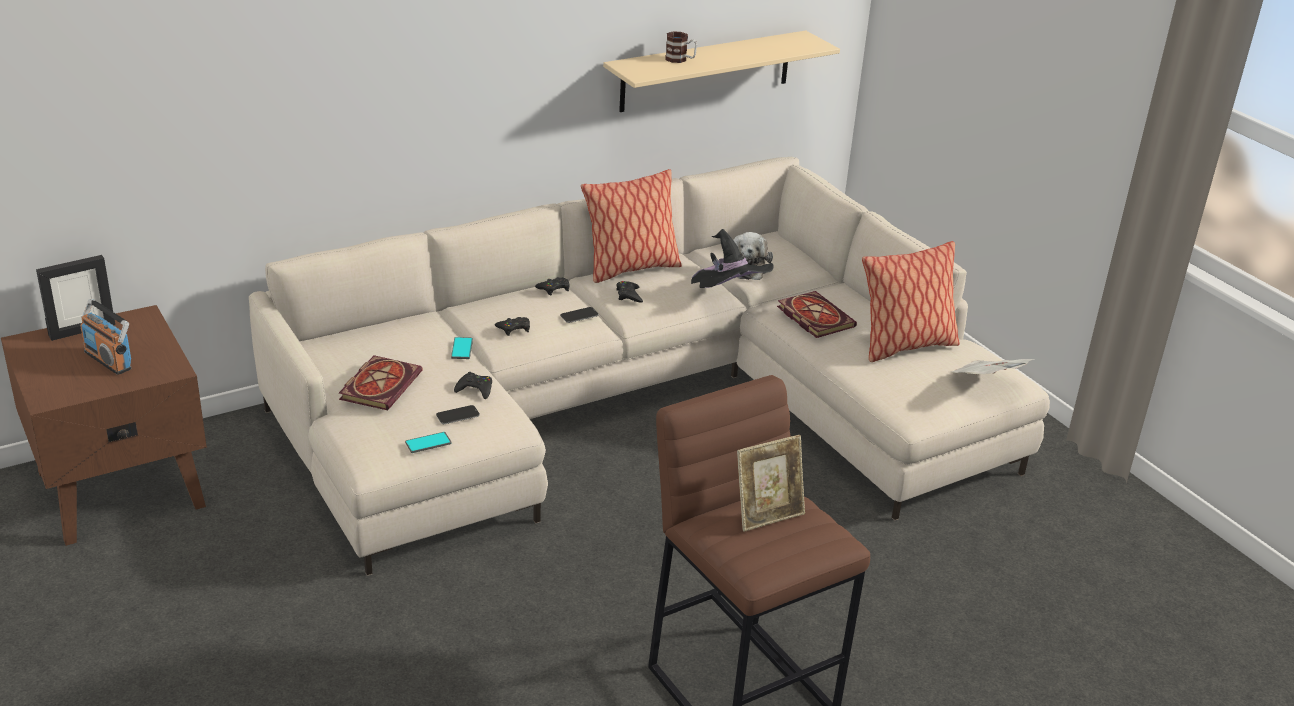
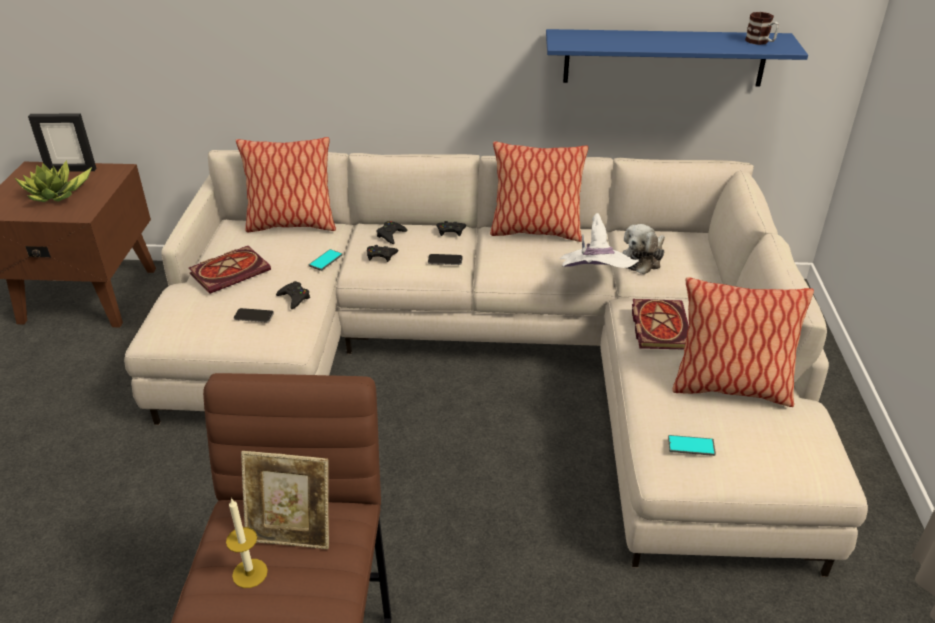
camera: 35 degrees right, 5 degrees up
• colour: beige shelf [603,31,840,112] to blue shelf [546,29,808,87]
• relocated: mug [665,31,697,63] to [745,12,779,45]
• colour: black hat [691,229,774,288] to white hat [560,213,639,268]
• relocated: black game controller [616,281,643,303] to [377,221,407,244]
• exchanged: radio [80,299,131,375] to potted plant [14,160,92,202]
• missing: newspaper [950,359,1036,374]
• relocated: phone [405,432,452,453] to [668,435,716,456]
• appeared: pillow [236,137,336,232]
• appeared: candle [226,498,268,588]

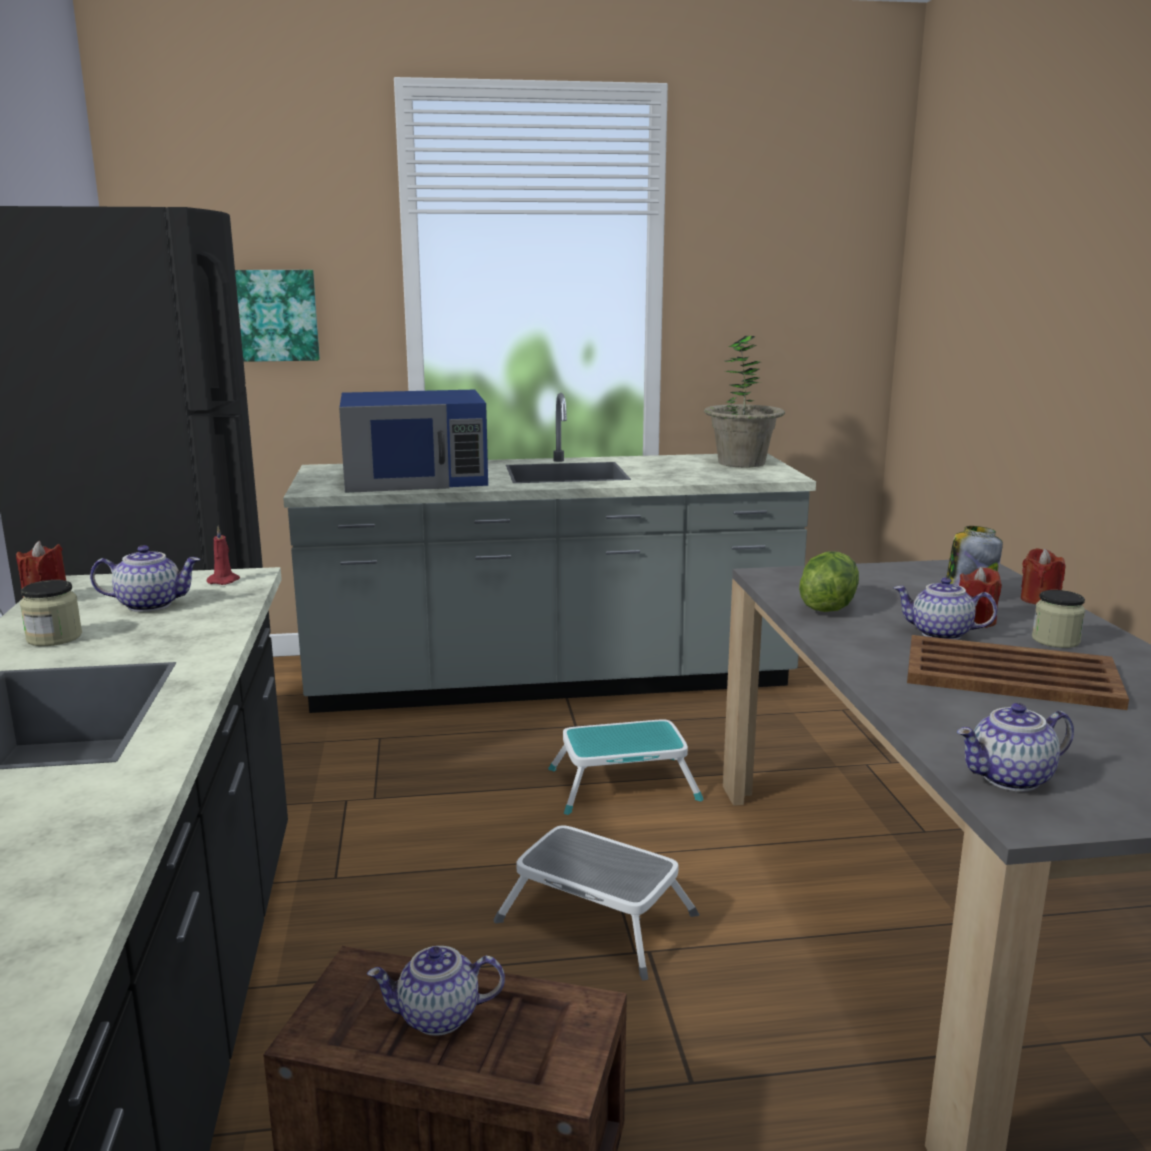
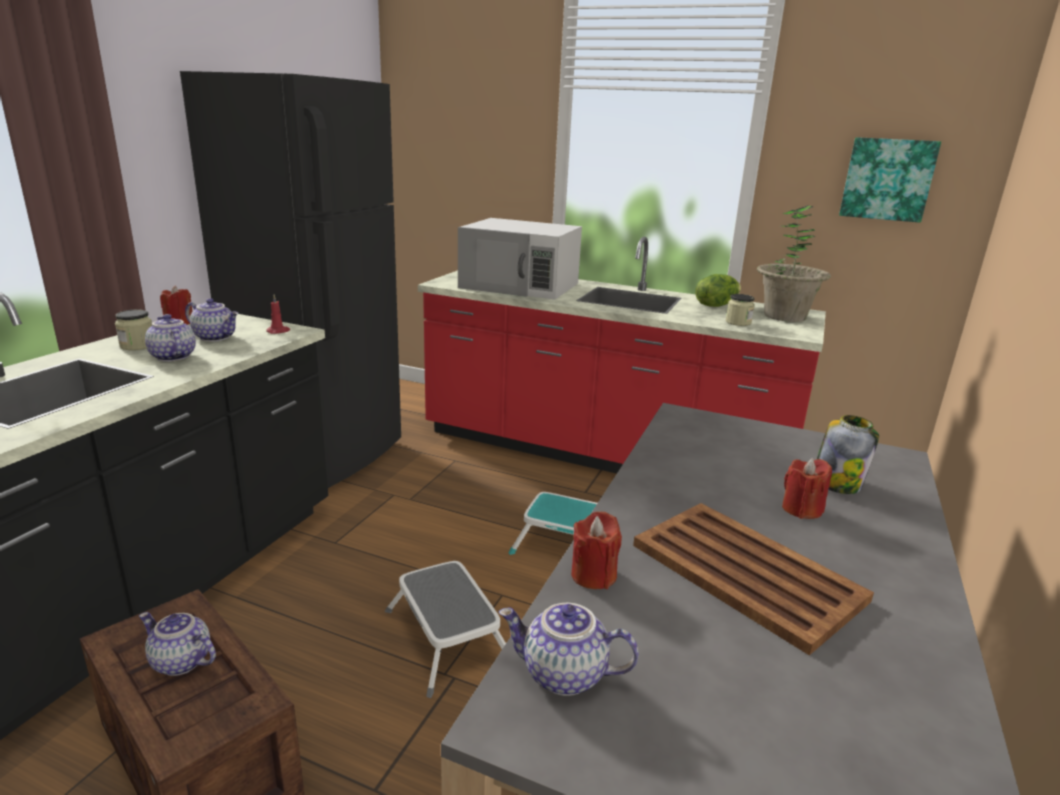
camera: 30 degrees right, 5 degrees up
• relocated: picture [235,270,320,362] to [839,137,941,223]
• colour: blue microwave [339,390,488,493] to white microwave [458,218,582,300]
• colour: grey counter [283,393,816,713] to red counter [418,237,826,474]
• relocated: red candle [1021,548,1066,605] to [571,511,622,589]
• relocated: lettuce [799,551,859,612] to [695,274,741,307]
• relocated: teapot [893,578,997,640] to [145,314,196,362]
• relocated: jar [1032,590,1086,648] to [726,294,755,326]

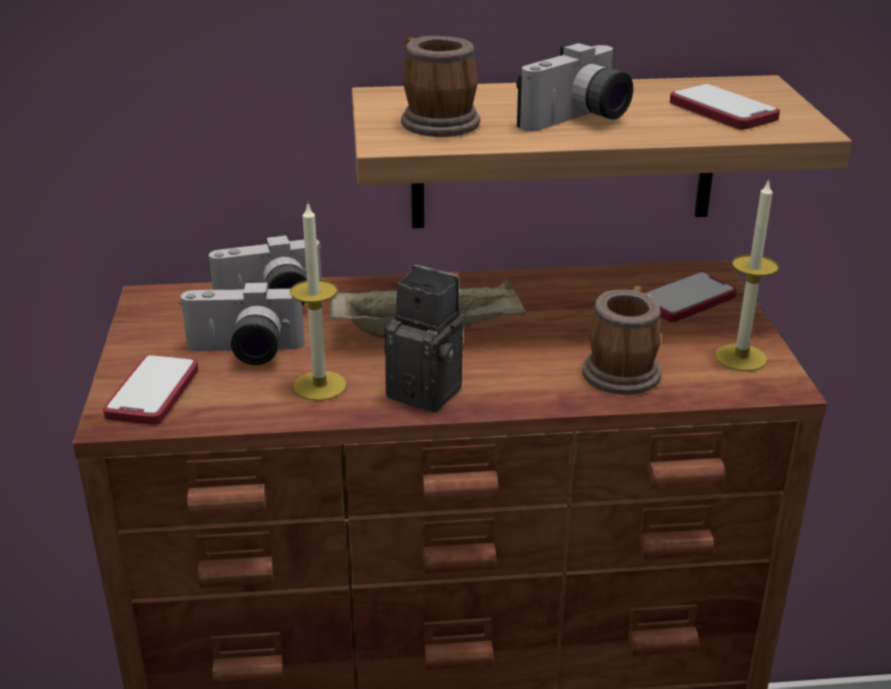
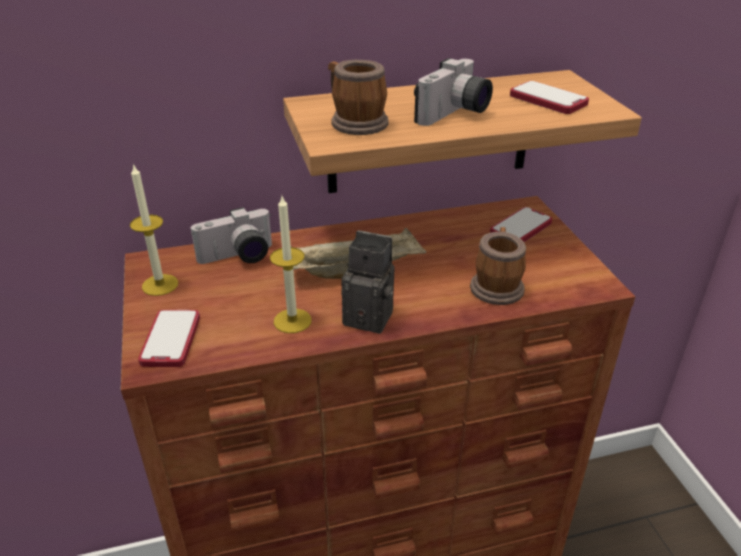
camera: 10 degrees left, 5 degrees up
• relocated: candle [715,179,779,371] to [130,163,178,296]
• missing: photo camera [179,281,305,365]

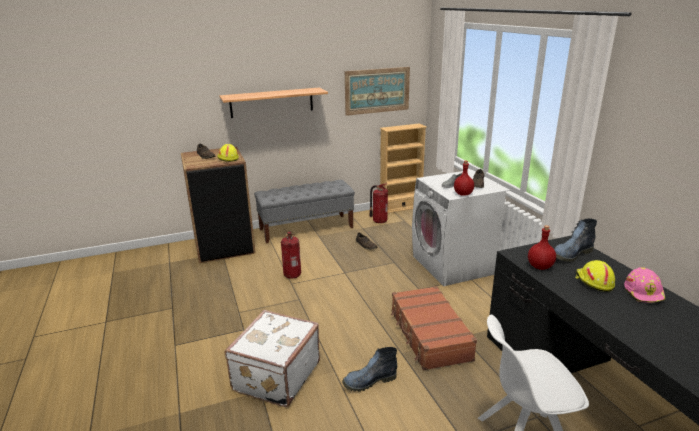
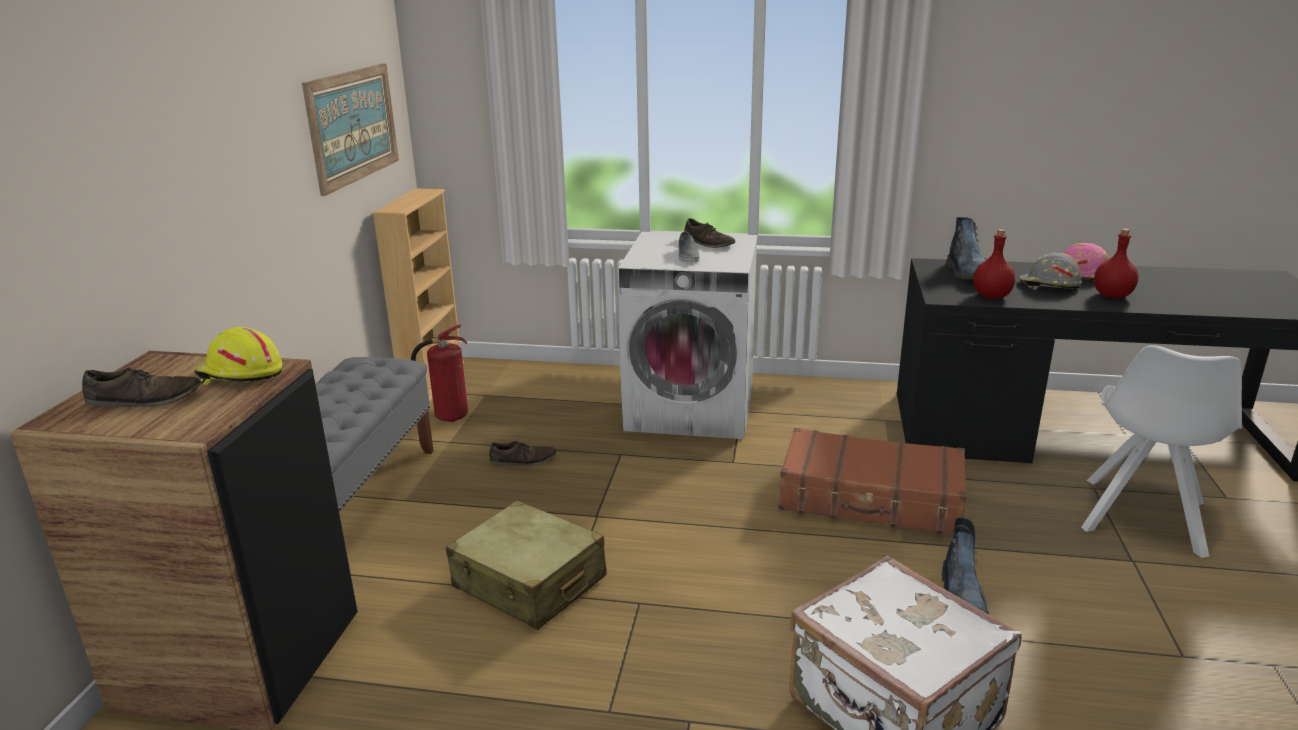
camera: 60 degrees left, 0 degrees up
• missing: shelf [219,87,328,118]
• relocated: red bottle [454,161,474,196] to [1094,229,1138,298]
• exchanged: fire extinguisher [281,231,301,279] to beige suitcase [446,501,607,630]
• colour: yellow hard hat [575,260,615,292] to grey hard hat [1019,253,1082,290]

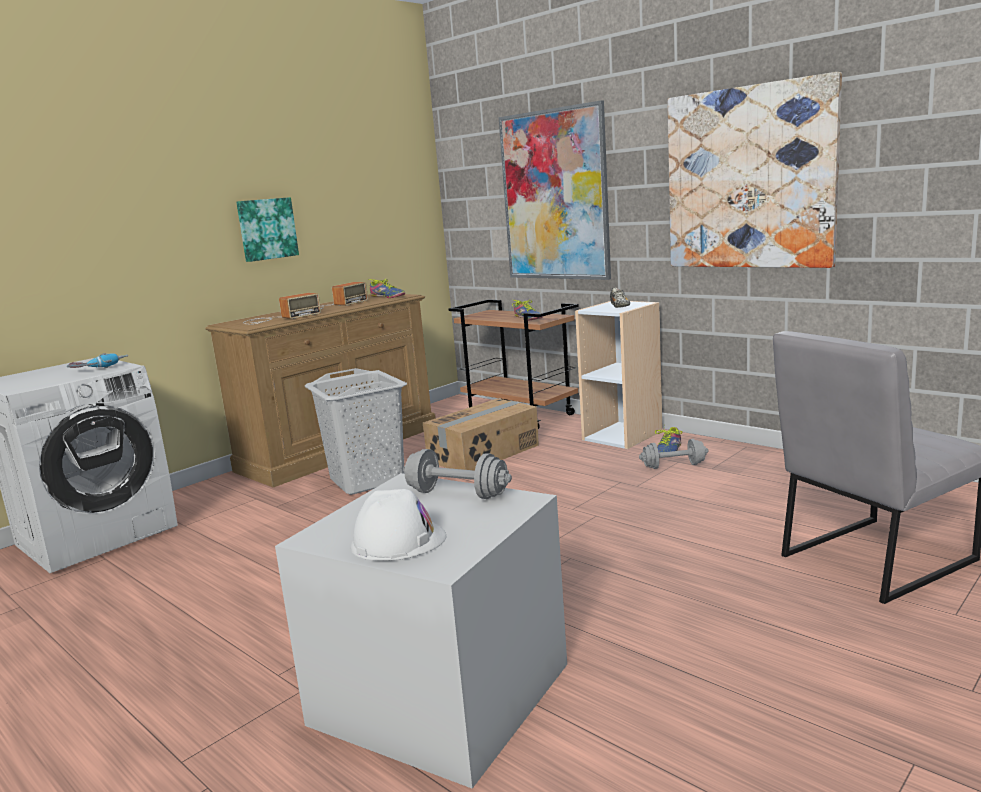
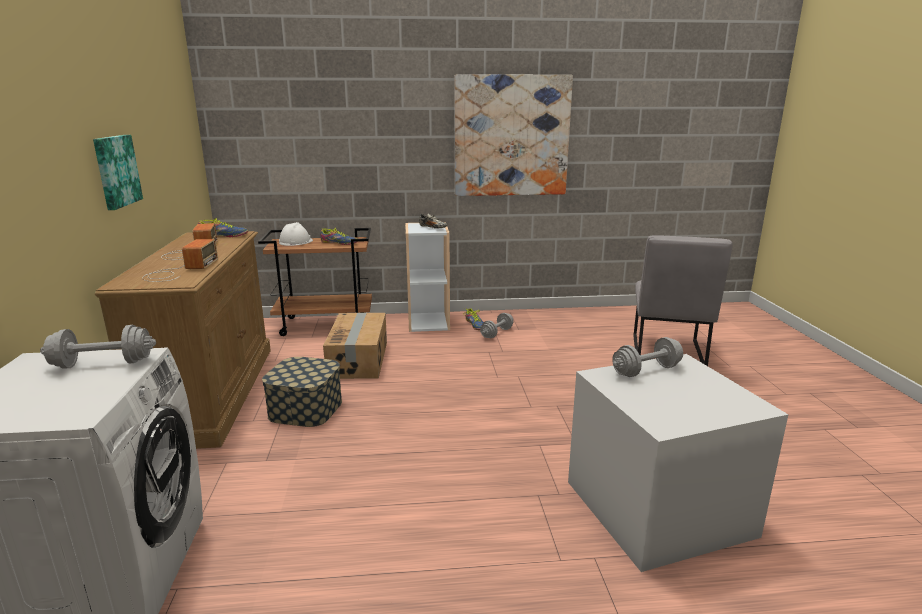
camera: 50 degrees left, 5 degrees up
• missing: picture [499,100,611,280]
• exchanged: power drill [67,353,128,368] to grey dumbbell [40,325,156,369]
• exchanged: grey laundry basket [305,368,407,495] to storage box [262,357,342,427]
• relocated: white hard hat [351,489,447,561] to [279,222,313,246]

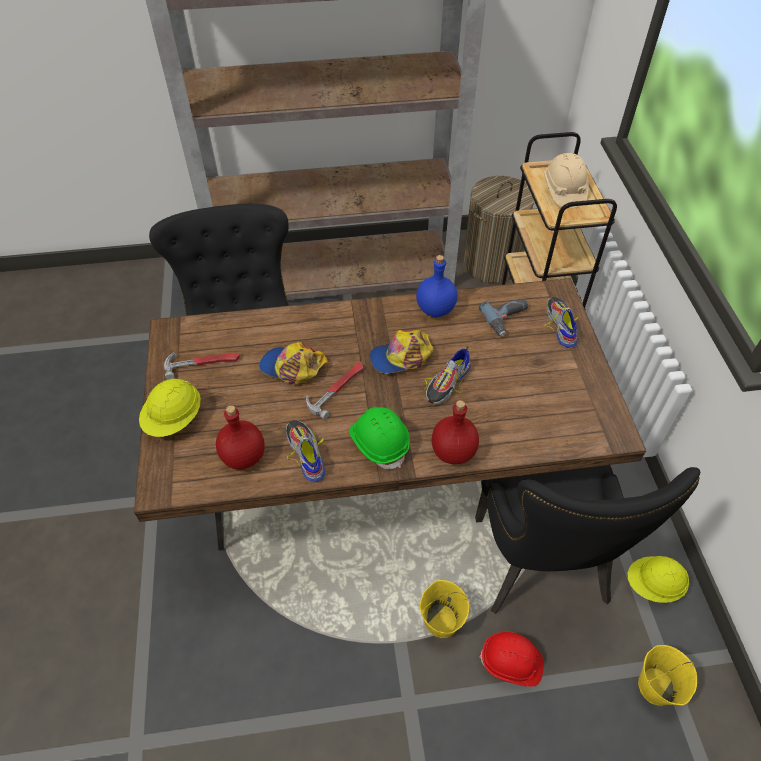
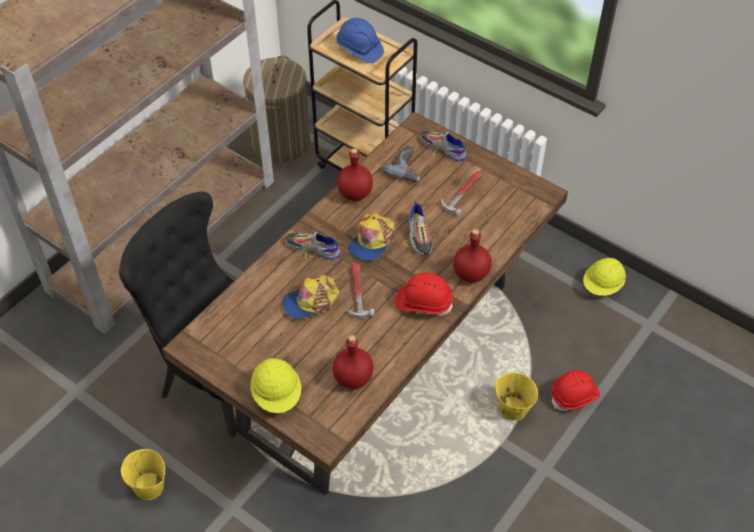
camera: 45 degrees left, 0 degrees up
• colour: beige hard hat [544,153,589,208] to blue hard hat [336,18,384,63]
• colour: blue bottle [416,255,458,317] to red bottle [337,148,373,201]
• relocated: hammer [164,352,240,380] to [441,171,482,216]
• colour: green hard hat [349,407,410,469] to red hard hat [395,272,453,315]
• relocated: shoe [286,420,325,482] to [285,232,341,260]
• missing: black chair [475,465,700,614]
• relocated: yellow bucket [638,645,697,706] to [121,449,165,500]

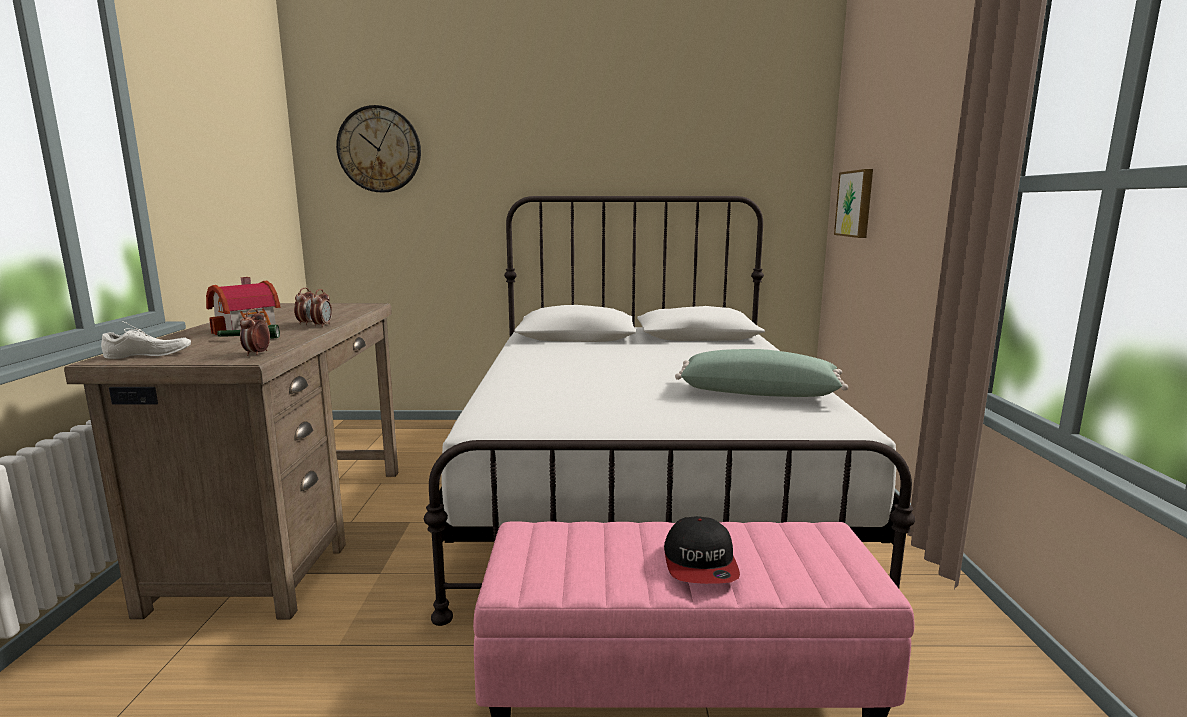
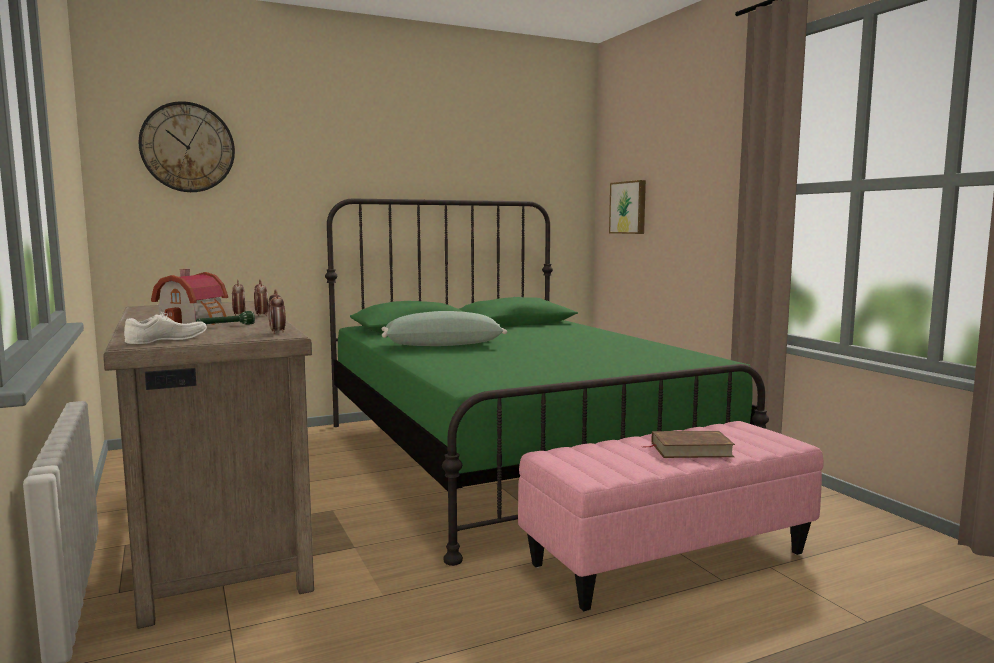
camera: 25 degrees left, 5 degrees down
• colour: white bed [424,196,915,626] to green bed [325,199,769,566]
• relocated: green pillow [675,349,848,397] to [382,311,507,346]
• exchanged: cap [664,516,740,584] to brown book [642,431,735,458]

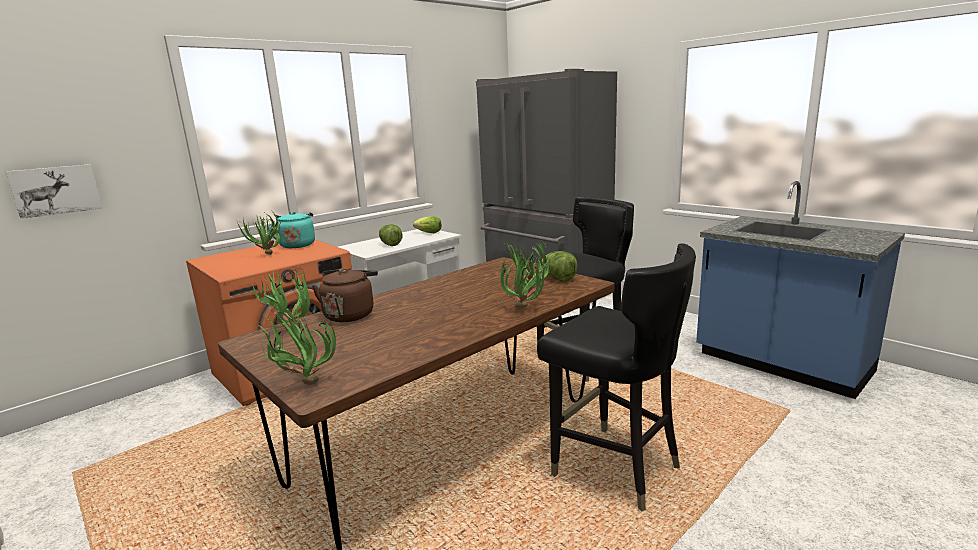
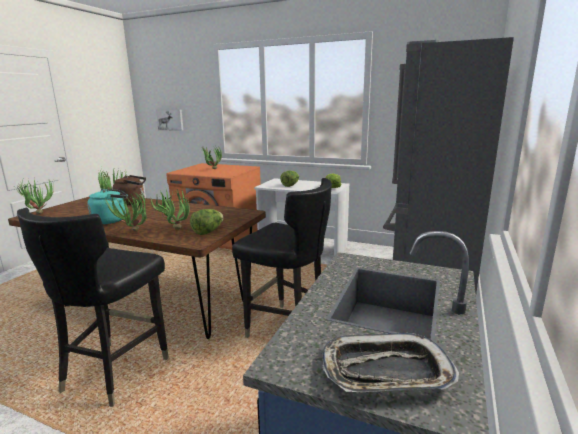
camera: 65 degrees right, 0 degrees up
• relocated: turquoise kettle [268,211,315,248] to [87,189,128,224]
• appeared: tray [322,333,459,392]

